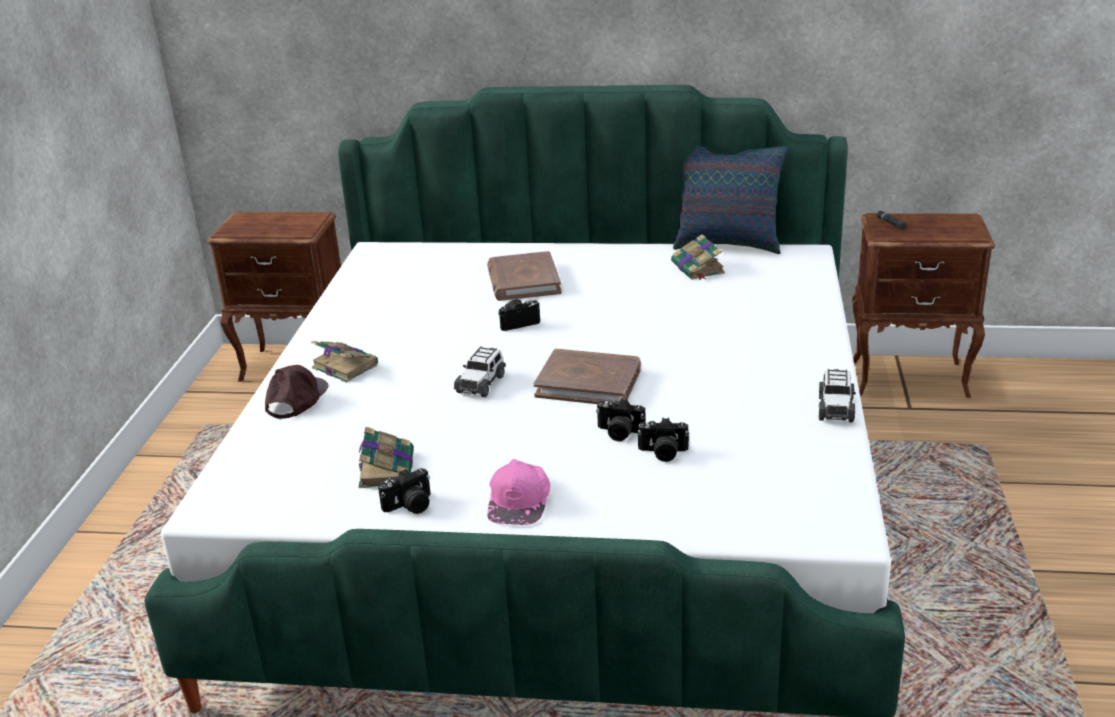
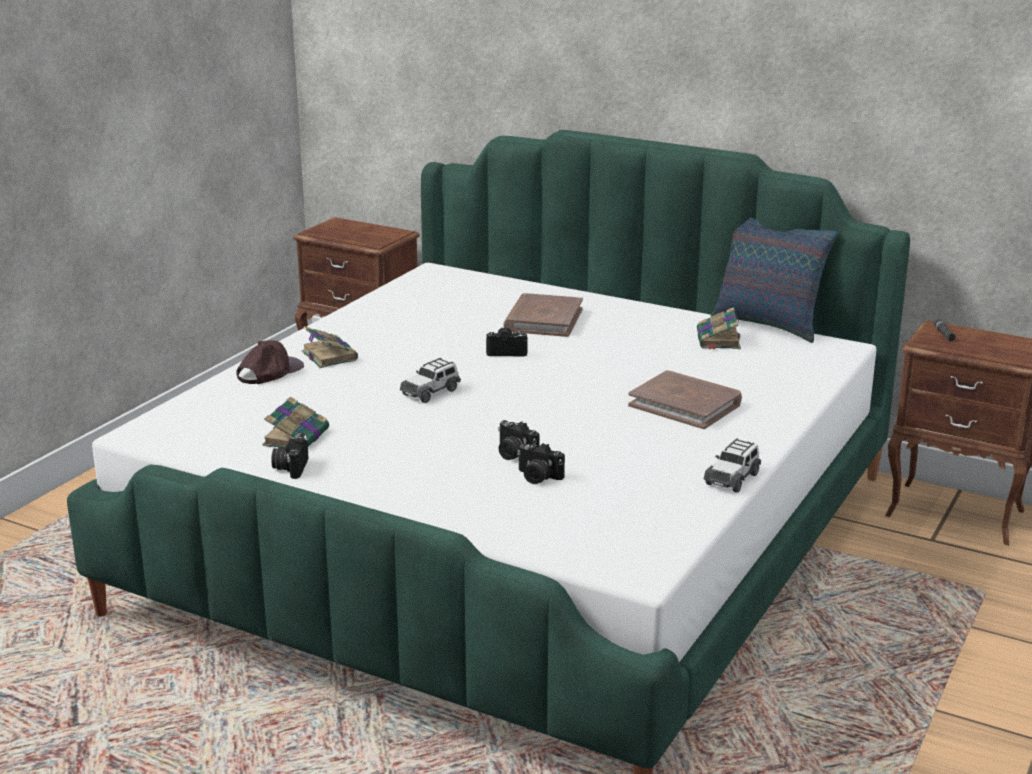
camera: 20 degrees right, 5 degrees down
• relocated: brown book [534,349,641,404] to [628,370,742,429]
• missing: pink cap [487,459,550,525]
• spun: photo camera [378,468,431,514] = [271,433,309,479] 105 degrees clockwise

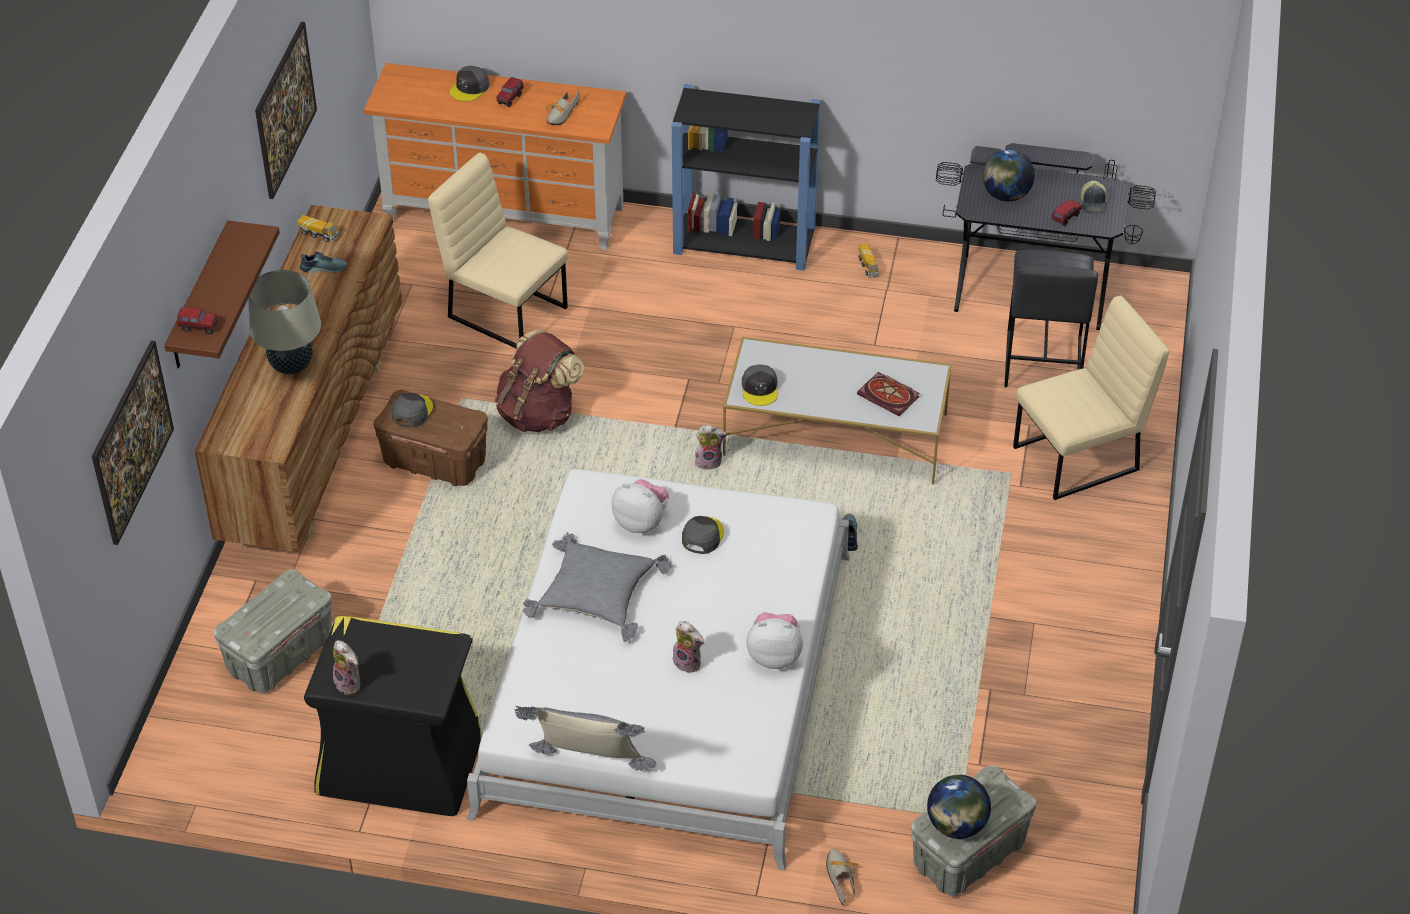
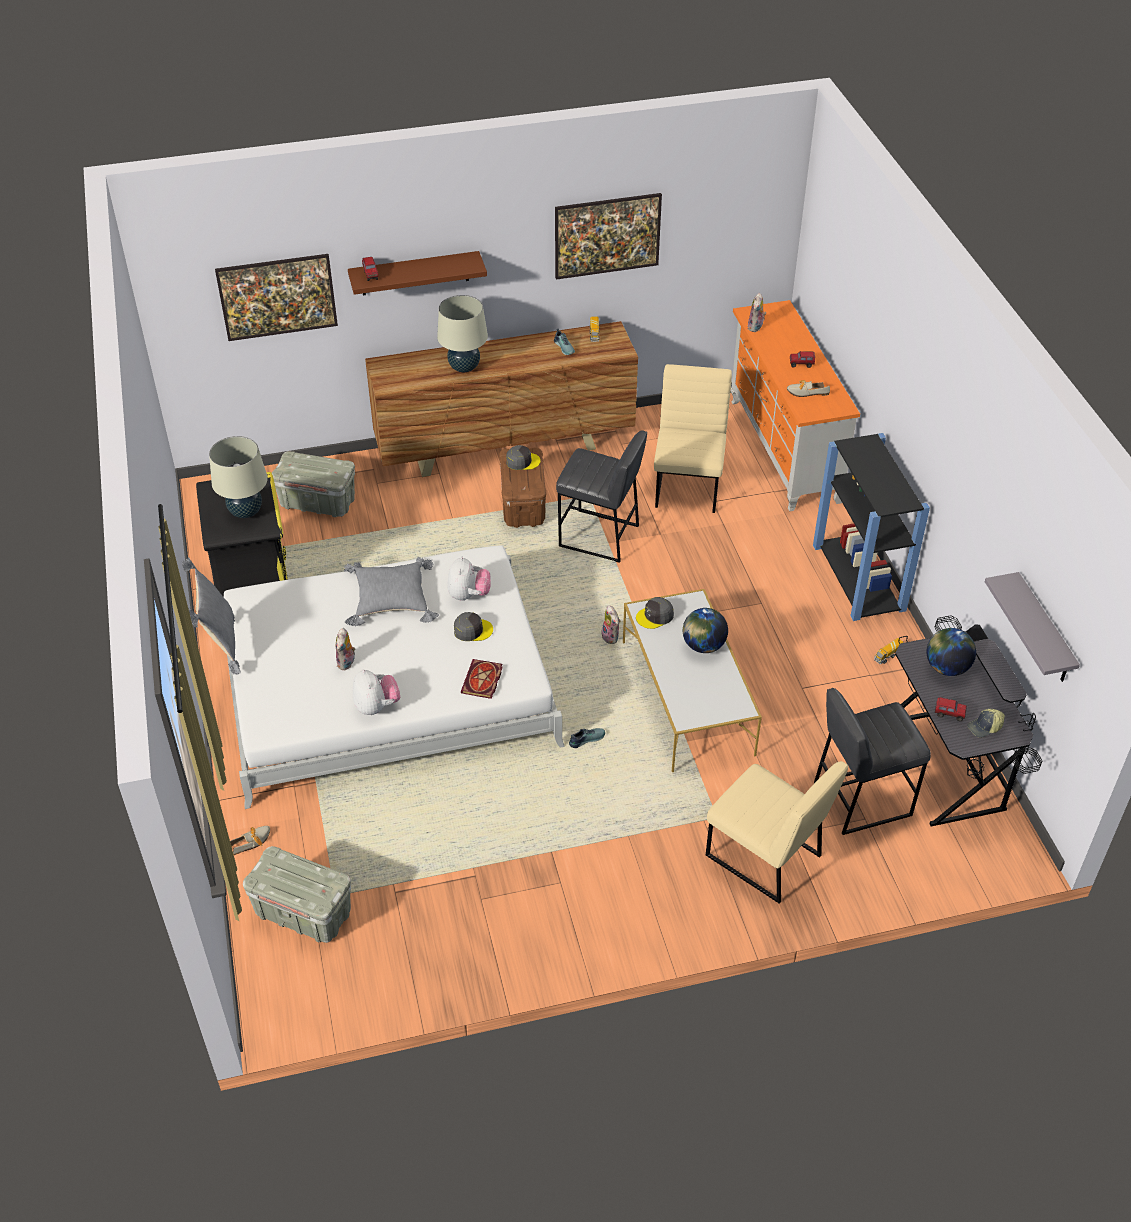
camera: 65 degrees right, 0 degrees up
• missing: grey cap [450,66,489,101]
• exchanged: brown backpack [495,329,584,432] to grey stool [556,430,647,563]
• relocated: book [857,372,920,416] to [461,659,503,699]
• relocated: plush toy [333,640,360,695] to [747,293,766,332]
• relocated: globe [927,775,991,839] to [683,608,728,653]
• appeared: beige table lamp [209,436,268,518]
• appeared: grey shelf [985,572,1080,682]

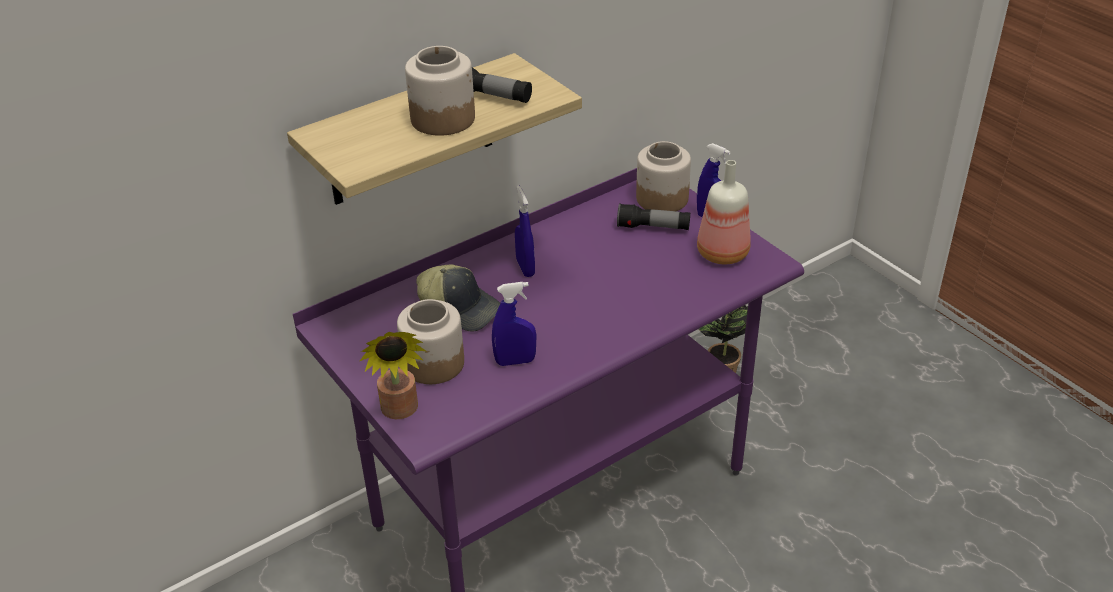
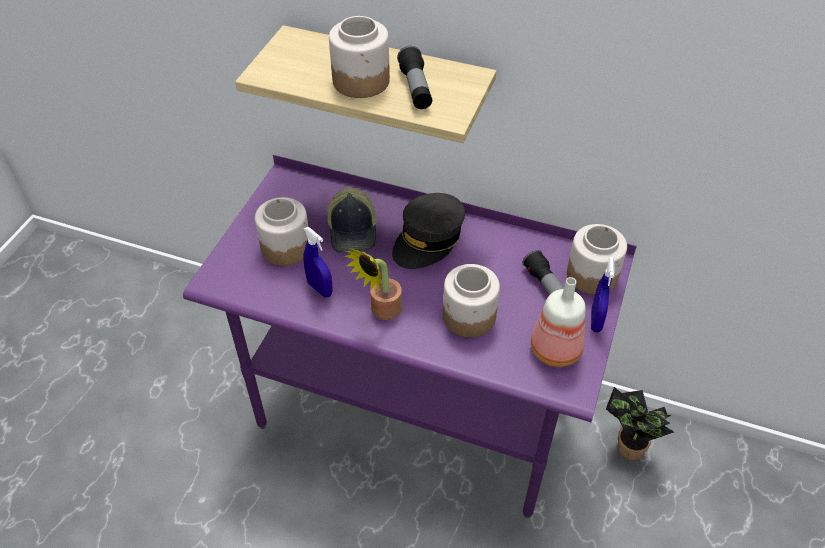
camera: 55 degrees right, 10 degrees up
• exchanged: blue spray bottle [515,185,535,277] to grey cap [392,193,465,269]
• relocated: potted plant [360,332,426,419] to [344,248,402,320]
• appeared: jar [443,264,500,338]

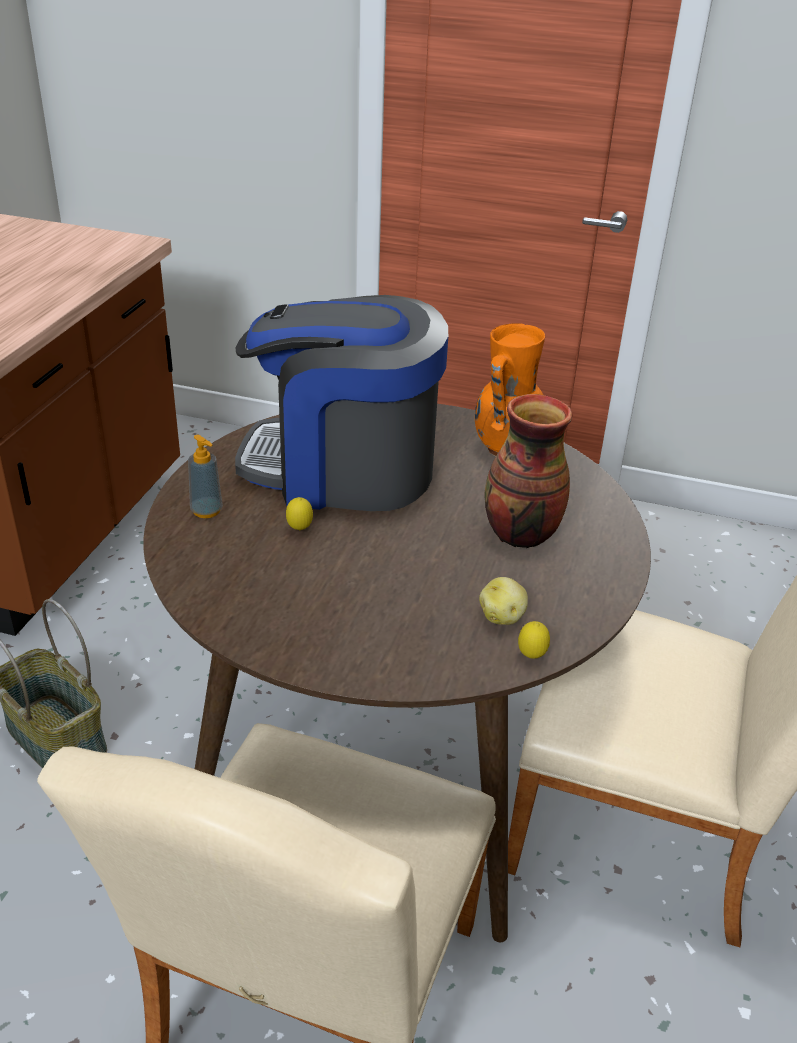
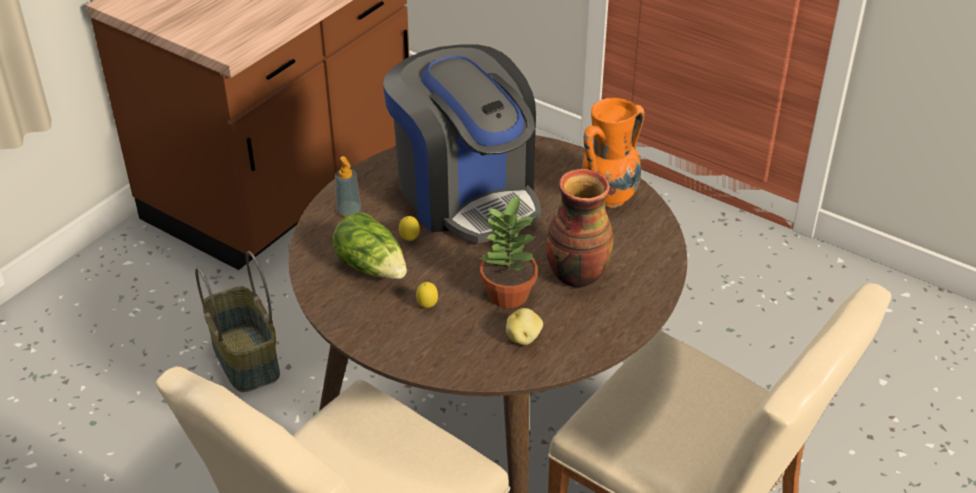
camera: 20 degrees right, 5 degrees up
• spun: coffee machine [235,295,448,511] = [383,44,541,243] 150 degrees counterclockwise
• relocated: lemon [518,621,550,659] to [416,282,438,308]
• appeared: potted plant [479,195,538,308]
• appeared: lettuce [333,212,407,279]

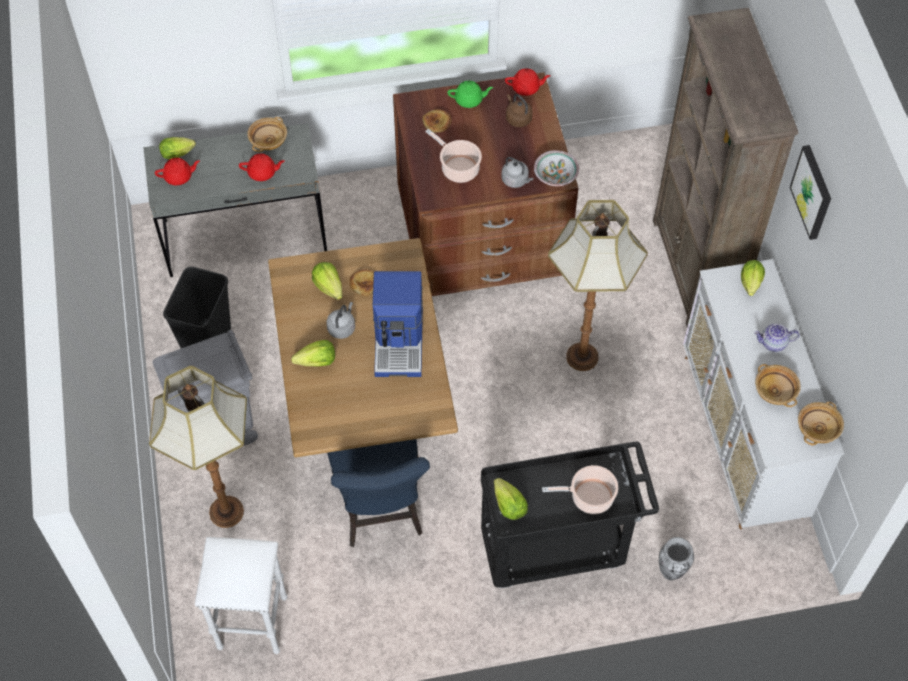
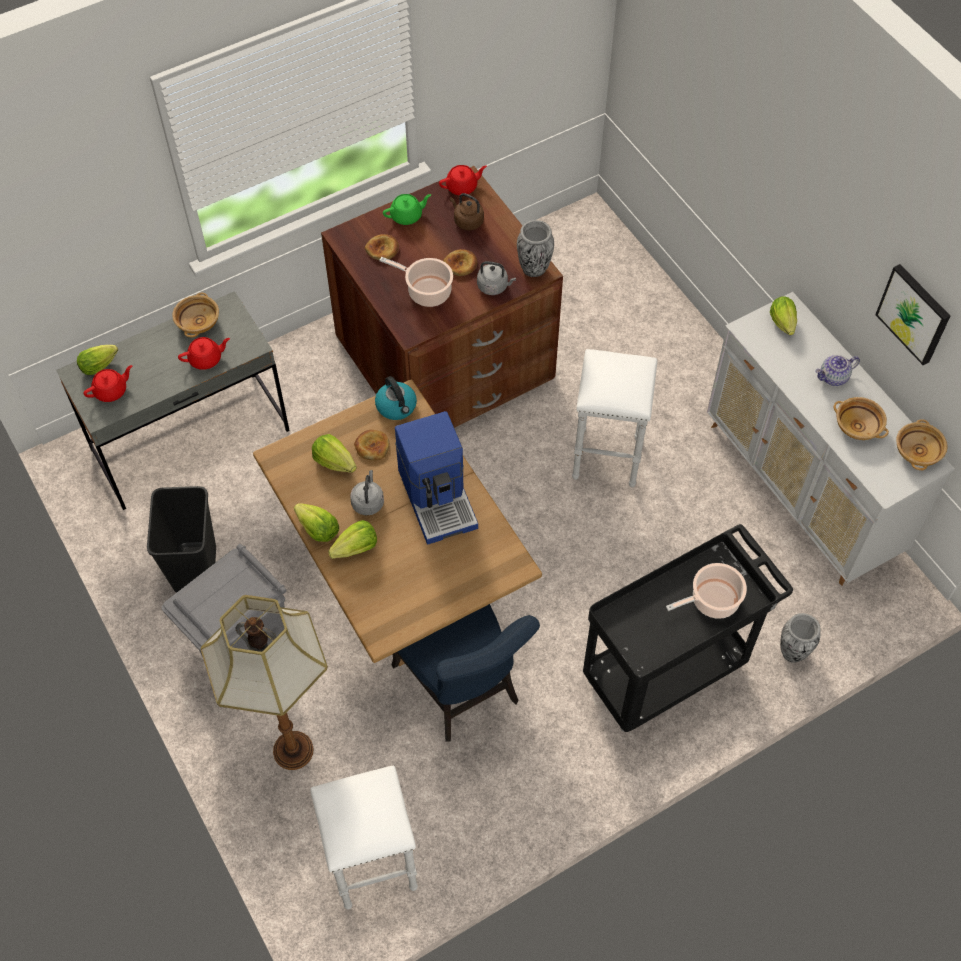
camera: 20 degrees left, 0 degrees up
• missing: brown bookcase [653,8,798,326]
• relocated: picture [790,145,831,240] to [875,264,950,365]
• exchanged: bowl [534,150,579,186] to vase [517,220,554,277]
• exchanged: floor lamp [548,200,648,371] to white stool [572,349,658,487]
• relocated: lettuce [494,478,528,520] to [294,503,339,542]
• appeared: bread [443,249,477,276]
• appeared: kettle [375,376,417,420]

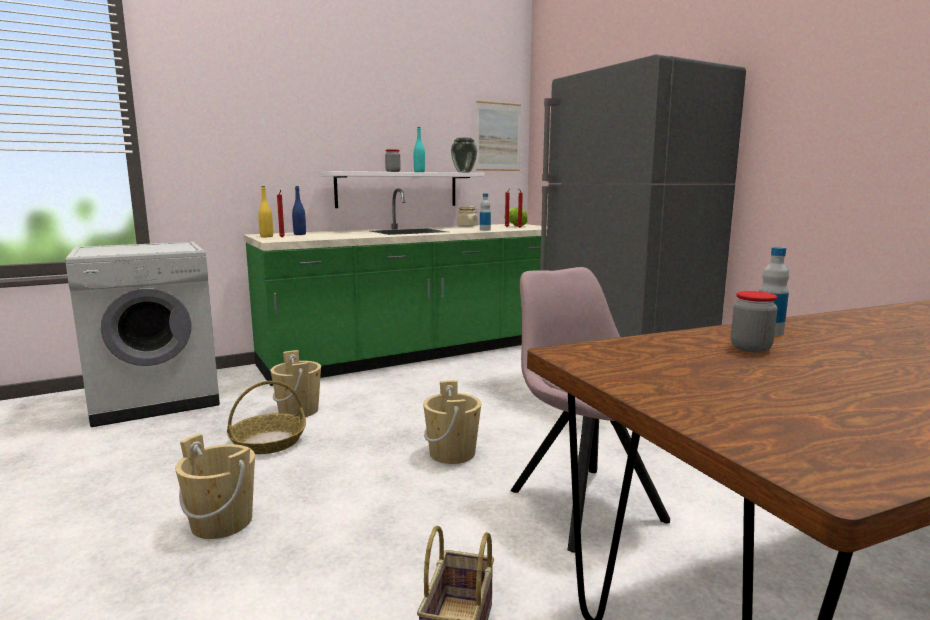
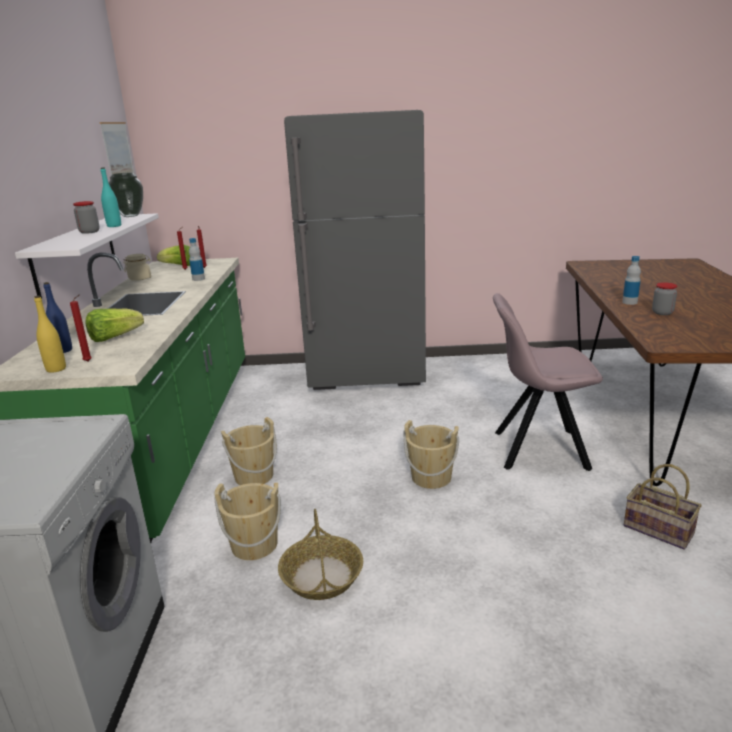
camera: 60 degrees left, 10 degrees up
• relocated: beige bucket [175,433,255,539] to [221,417,277,485]
• appeared: lettuce [85,308,144,342]

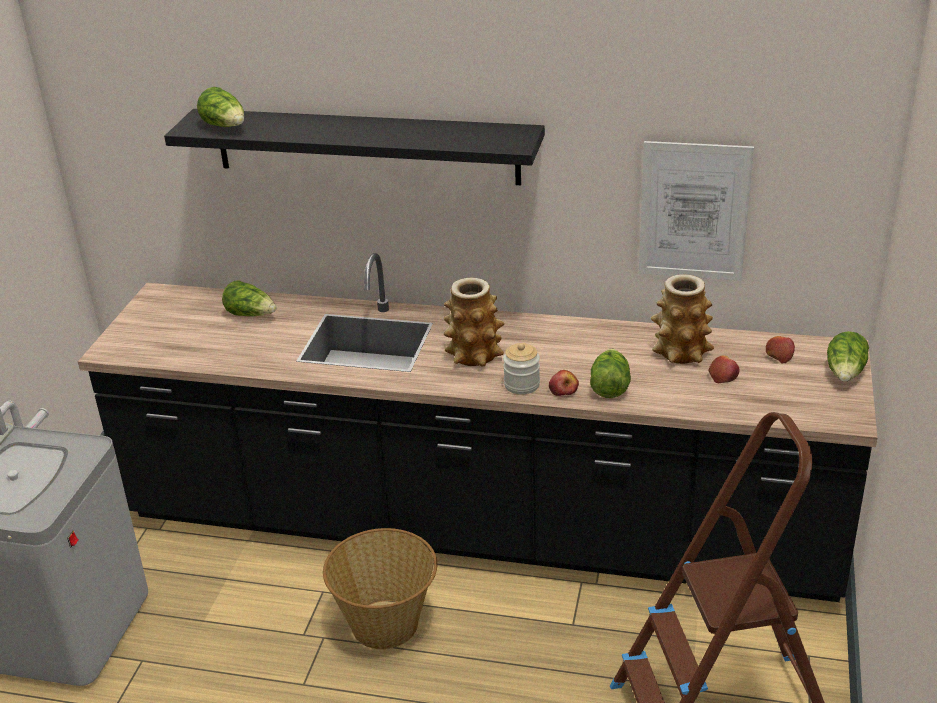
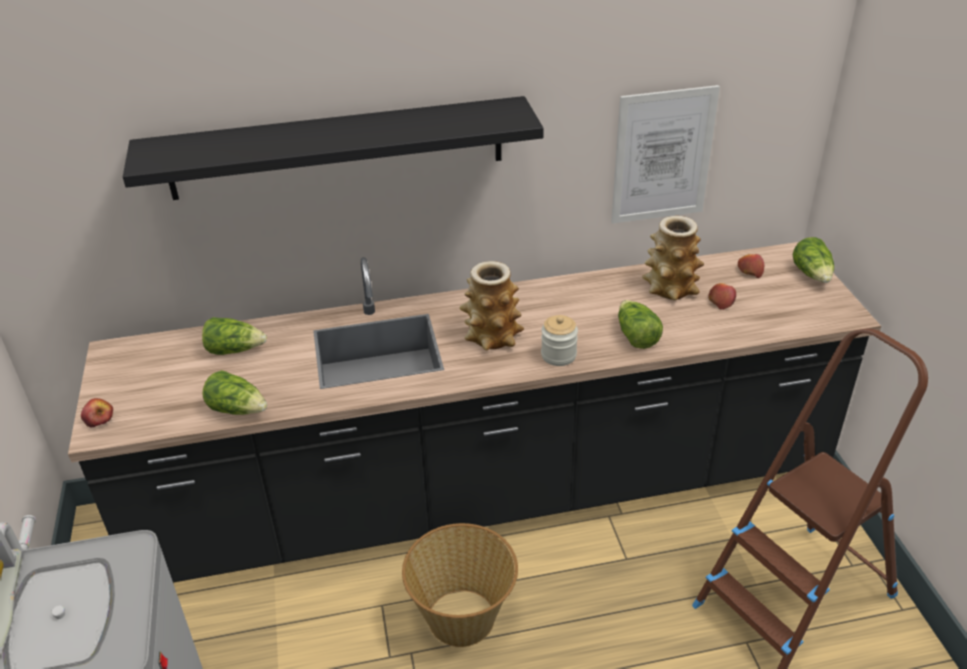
camera: 25 degrees left, 5 degrees up
• relocated: lettuce [197,87,244,127] to [202,370,267,415]
• relocated: apple [549,370,579,396] to [81,398,113,427]

